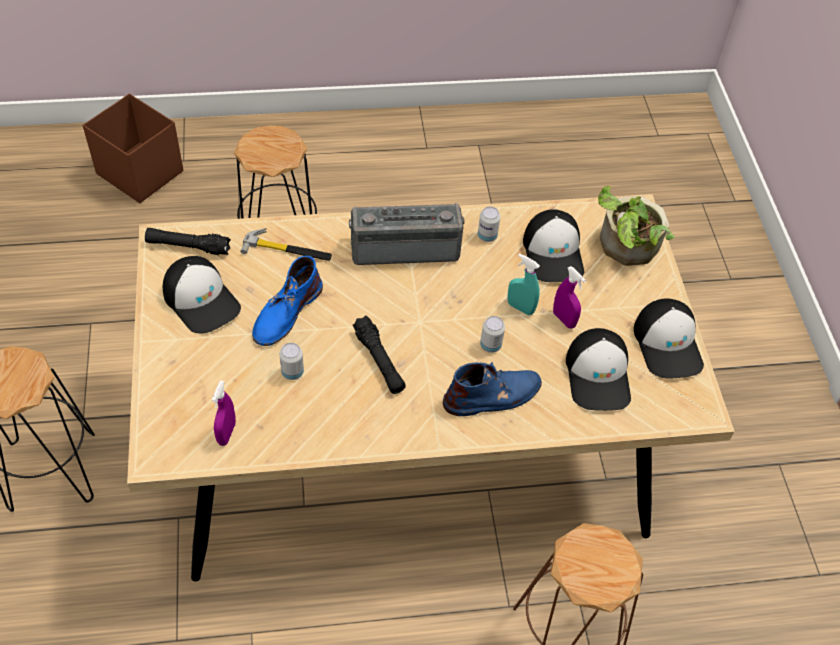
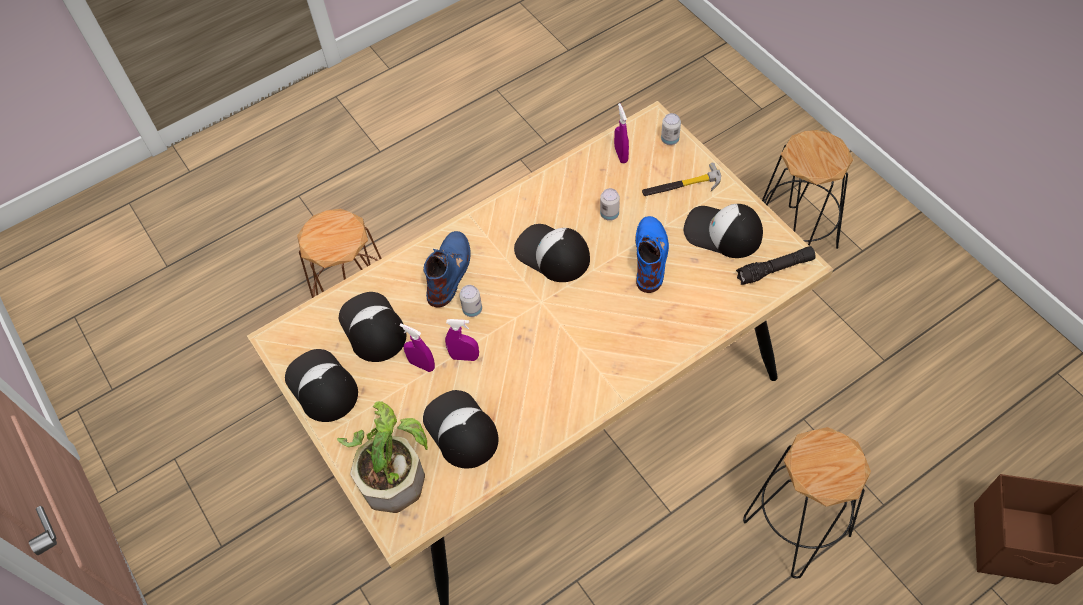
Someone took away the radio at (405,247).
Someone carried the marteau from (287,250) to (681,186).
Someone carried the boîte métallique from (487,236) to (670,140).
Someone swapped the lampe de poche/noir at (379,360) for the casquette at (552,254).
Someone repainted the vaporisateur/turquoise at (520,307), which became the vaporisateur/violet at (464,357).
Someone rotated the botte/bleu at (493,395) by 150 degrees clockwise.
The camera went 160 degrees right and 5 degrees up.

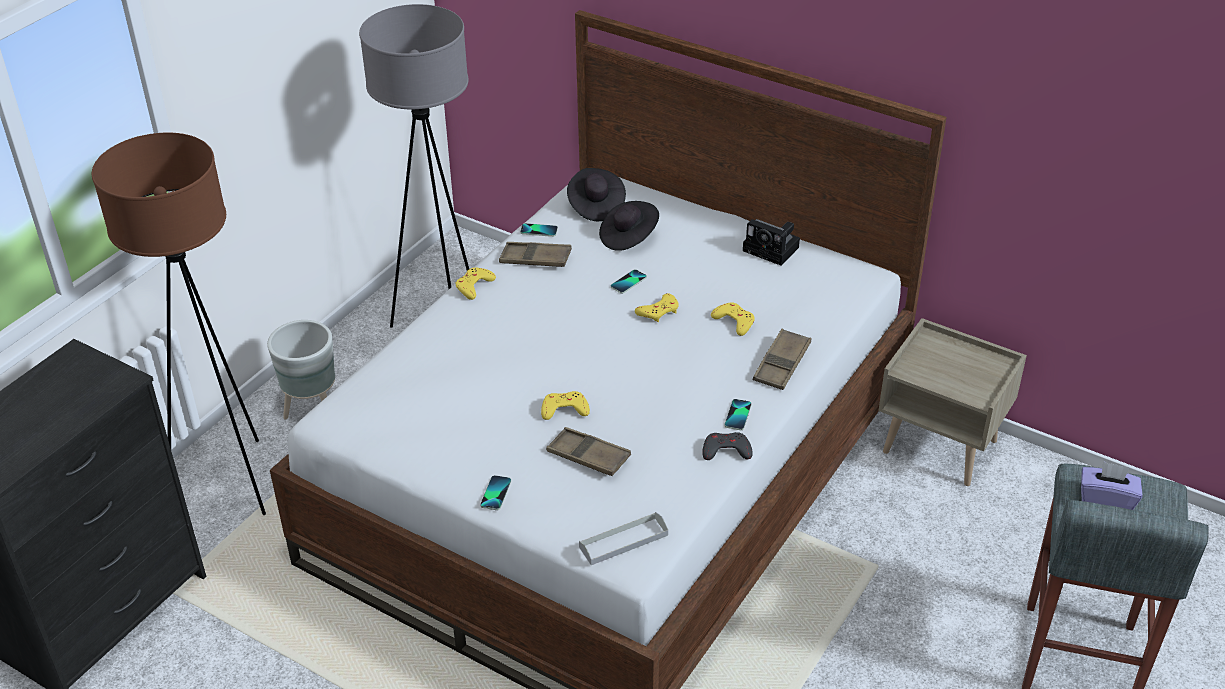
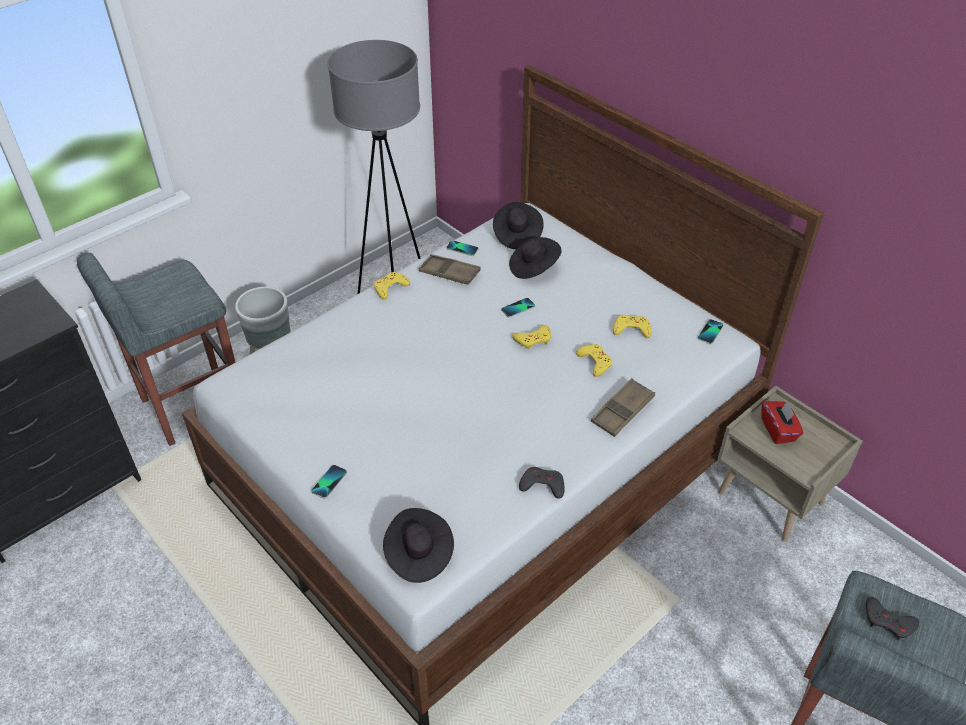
Someone took away the plateau/marron at (588,456).
Someone took away the appareil photo at (773,249).
Someone put down the boîte à mouchoirs/rouge at (778,430).
Someone carried the manette/jaune from (564,409) to (631,329).
Someone carried the téléphone from (738,415) to (710,332).
Someone swapped the lampadaire/marron at (231,482) for the tabouret/gris at (191,405).
Someone swapped the plateau/gris at (623,541) for the chapeau/noir at (418,554).
Someone swapped the boîte à mouchoirs/violet at (1106,500) for the manette/gris at (888,622).
The camera went 15 degrees right and 5 degrees up.

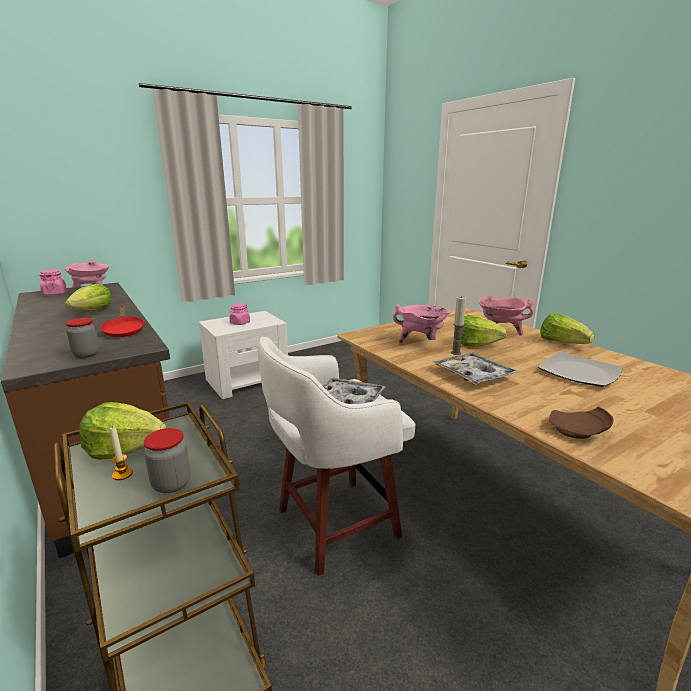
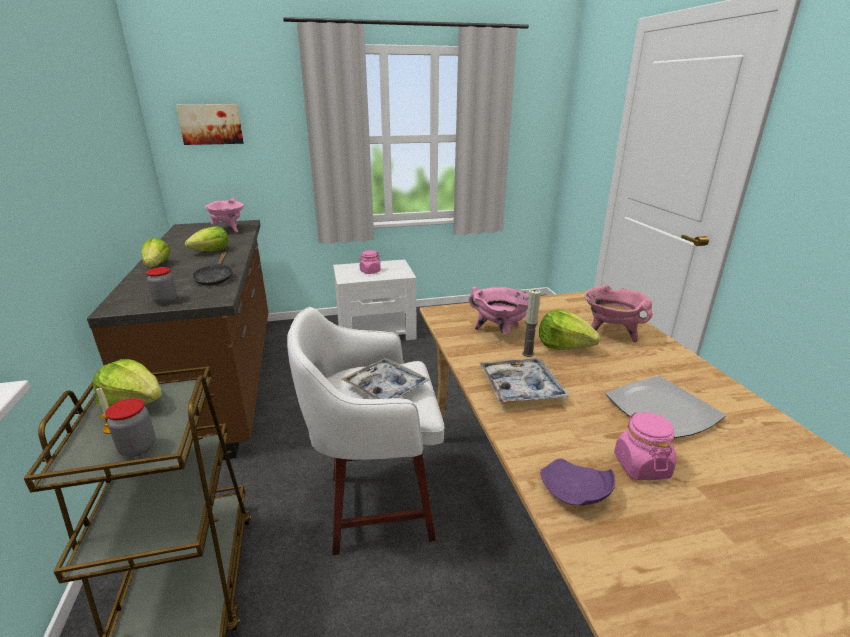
Someone put up the tableau at (211,124).
Someone carried the bocal/rose from (55,293) to (641,466).
Someone carried the laitue from (562,343) to (157,266).
Someone repainted the poêle/rouge at (124,331), which became the poêle/noir at (215,278).
Someone repainted the assiette/marron at (578,432), which became the assiette/violet at (574,494).
The camera went 20 degrees right and 5 degrees up.

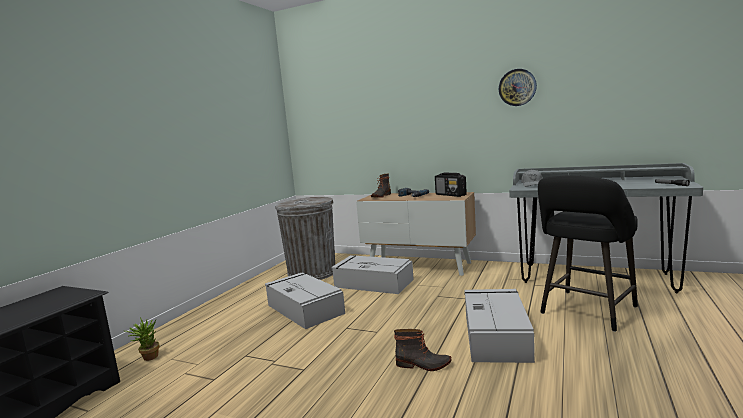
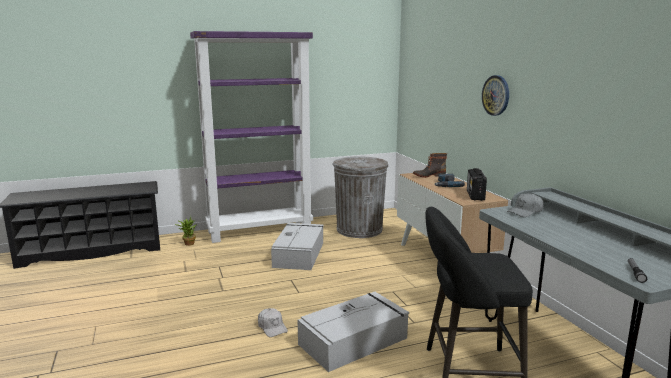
Someone took away the boîte de rangement/gris at (372,283).
Someone put down the bibliothèque/violet at (260,230).
Someone carried the horloge murale from (517,87) to (496,95).
Someone swapped the botte at (423,365) for the casquette/blanc at (272,327).
The camera went 45 degrees right and 5 degrees up.

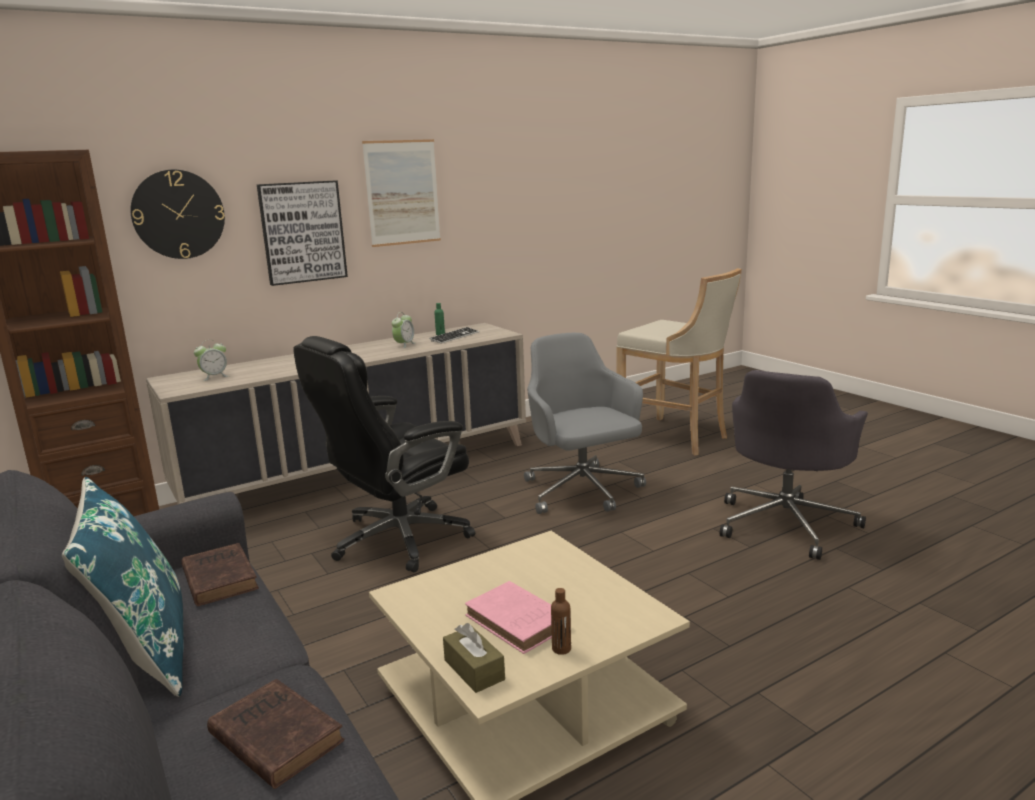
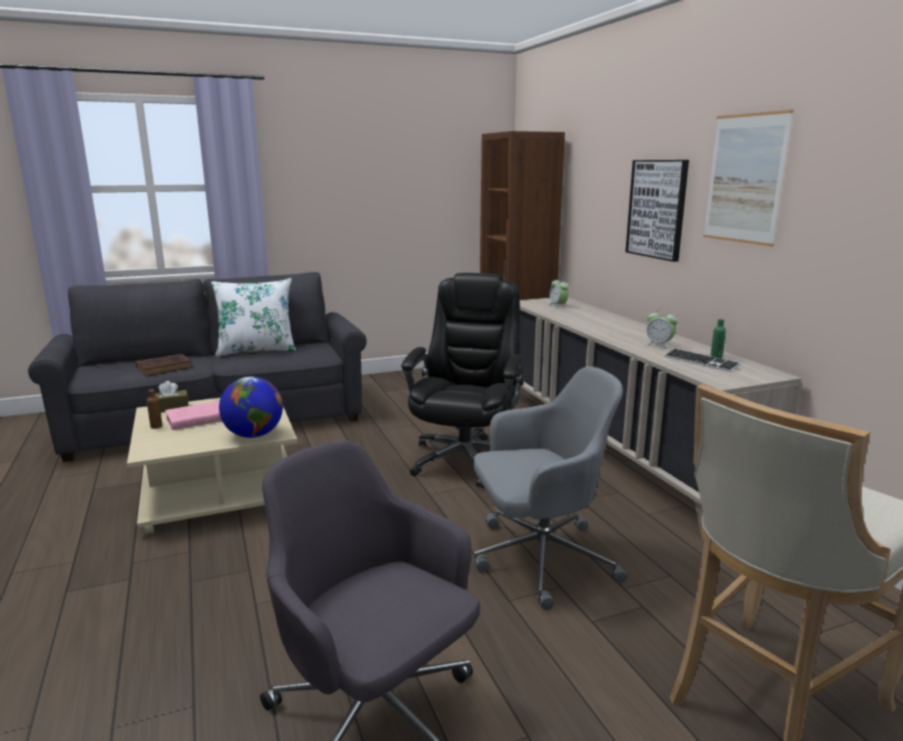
Someone took away the horloge murale at (178,214).
Someone took away the livre/marron at (219,578).
Someone put down the globe at (254,435).
Someone repainted the coussin/bleu at (145,652), which became the coussin/blanc at (257,350).
Someone rotated the chaise de bureau/noir at (398,539) by 45 degrees clockwise.
The camera went 100 degrees right and 0 degrees up.

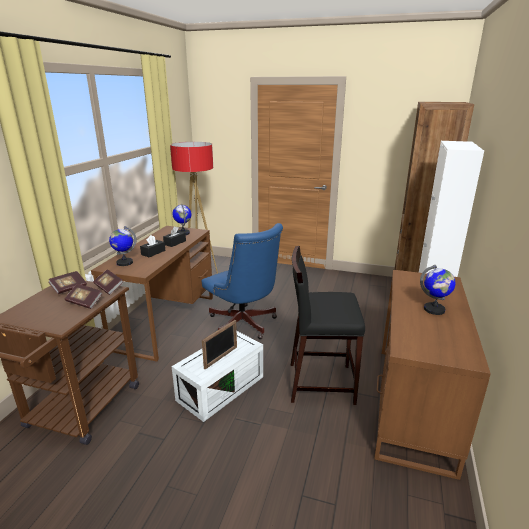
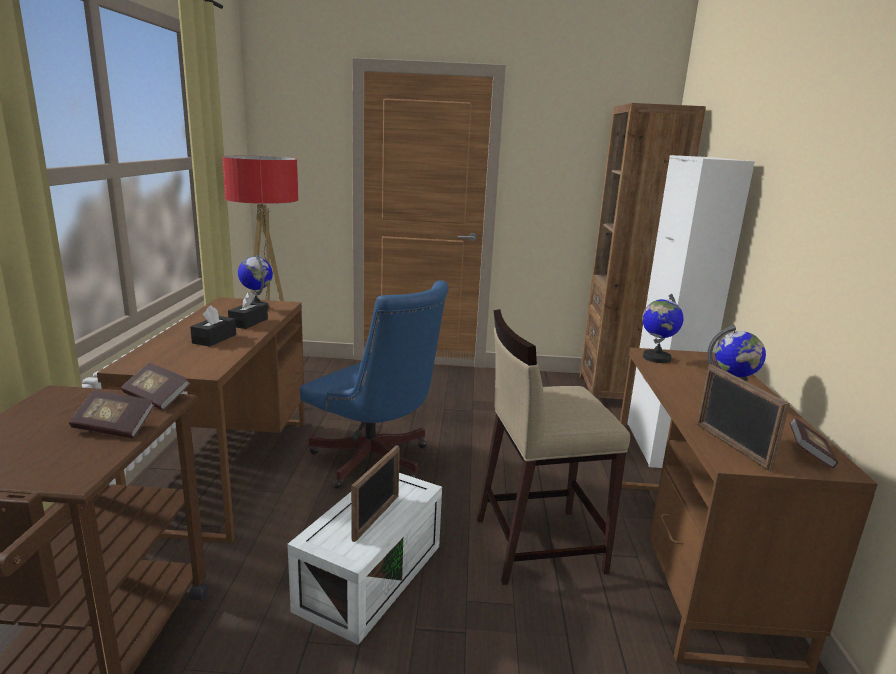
Someone put down the cadre photo at (731,446).
Someone carried the livre from (69,288) to (809,454).
Someone carried the globe from (124,263) to (656,358).
Someone repainted the tabouret/noir at (320,382), which became the tabouret/beige at (537,544).
The camera went 15 degrees left and 5 degrees down.

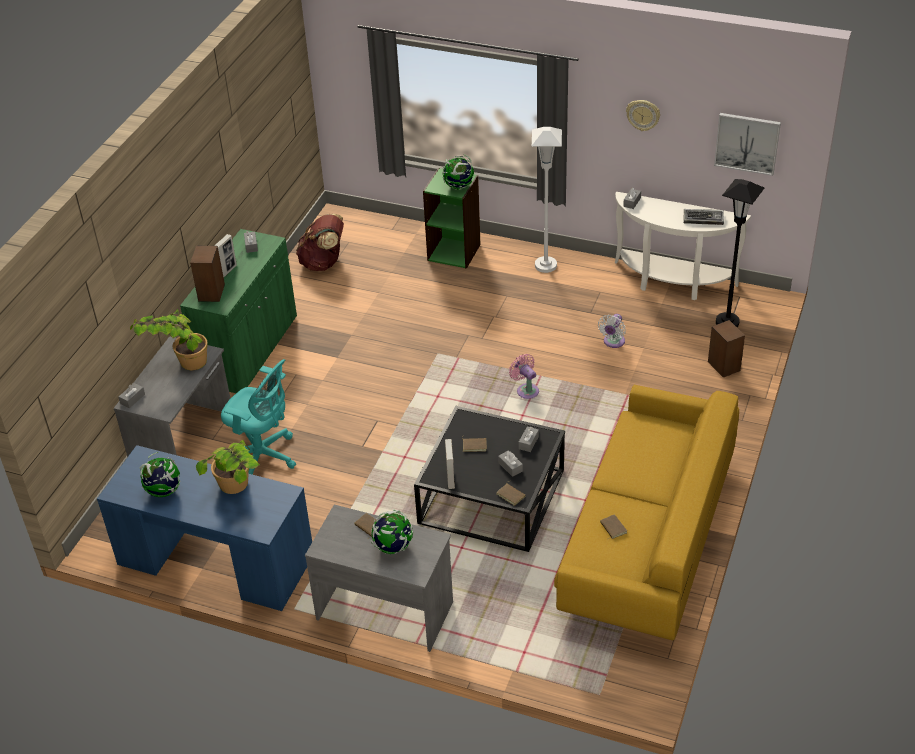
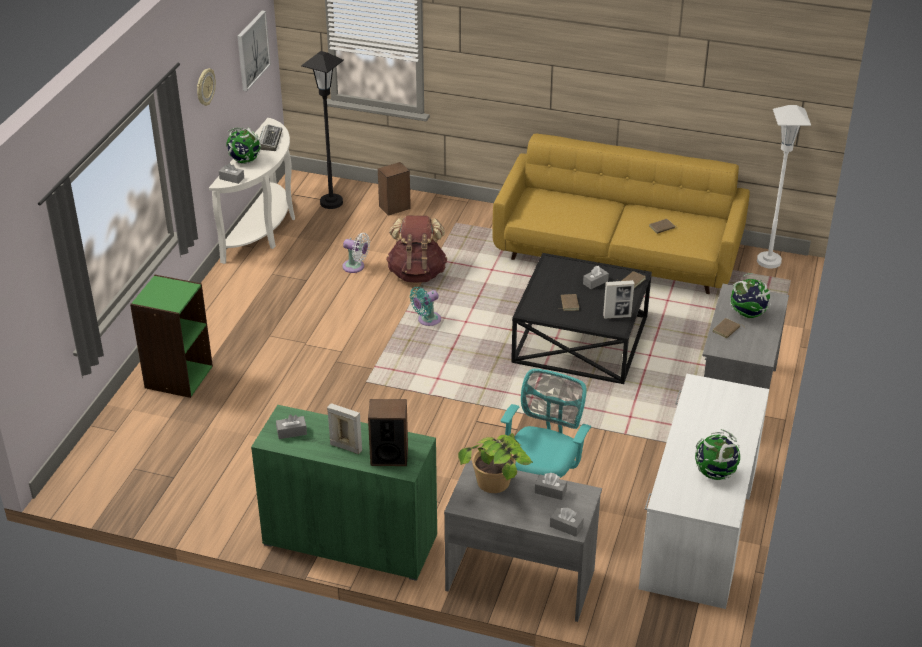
Someone took away the plante en pot at (237,494).
Someone carried the sac à dos/marron from (323,263) to (417,273).
Someone carried the globe from (459,186) to (244,161).
Someone carried the boîte à mouchoirs/gris from (528,442) to (550,491).
Someone carried the lampadaire/blanc from (545,265) to (769,261).
Someone repainted the bureau/bleu at (215,558), which became the bureau/blanc at (698,526).
Someone repainted the ventilateur/rose at (526,390), which became the ventilateur/turquoise at (427,320).
The camera went 95 degrees left and 5 degrees down.

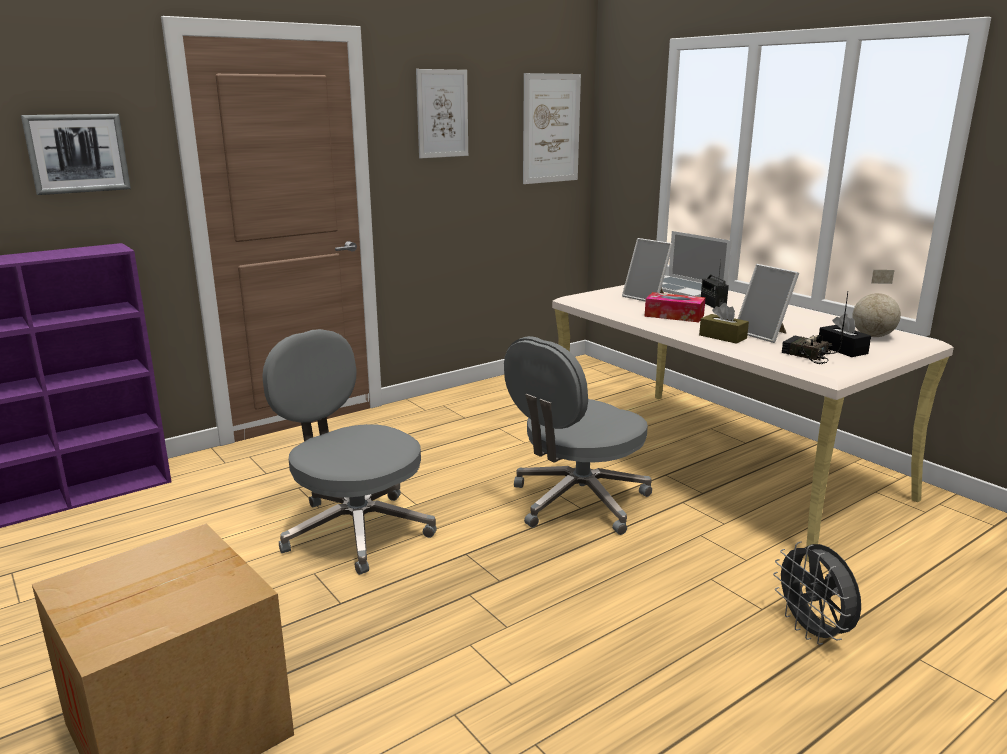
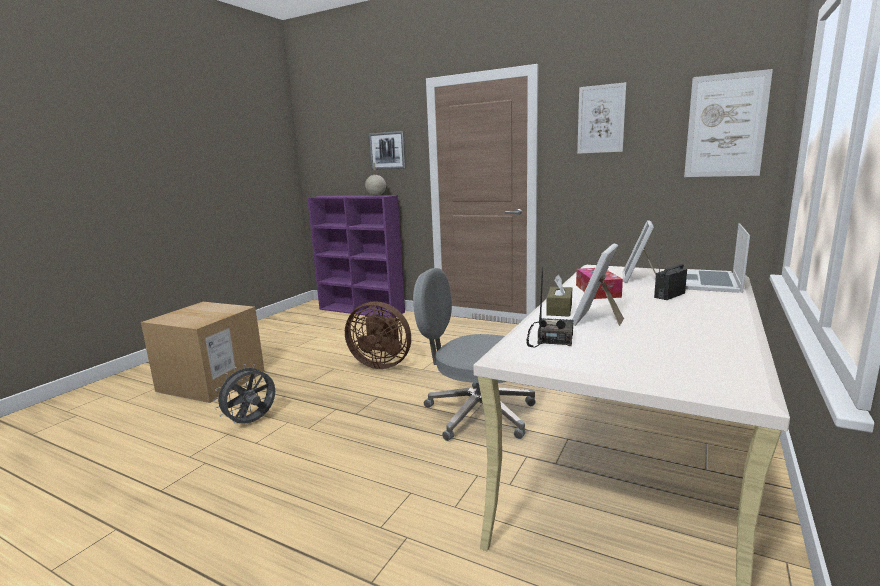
Someone took away the boîte à mouchoirs/noir at (842,349).
Someone carried the ventilateur/gris from (813,632) to (251,422).
Someone carried the globe from (873,336) to (376,196).
Someone swapped the chaise de bureau/gris at (355,529) for the ventilateur/marron at (381,364).
The camera went 65 degrees right and 5 degrees down.

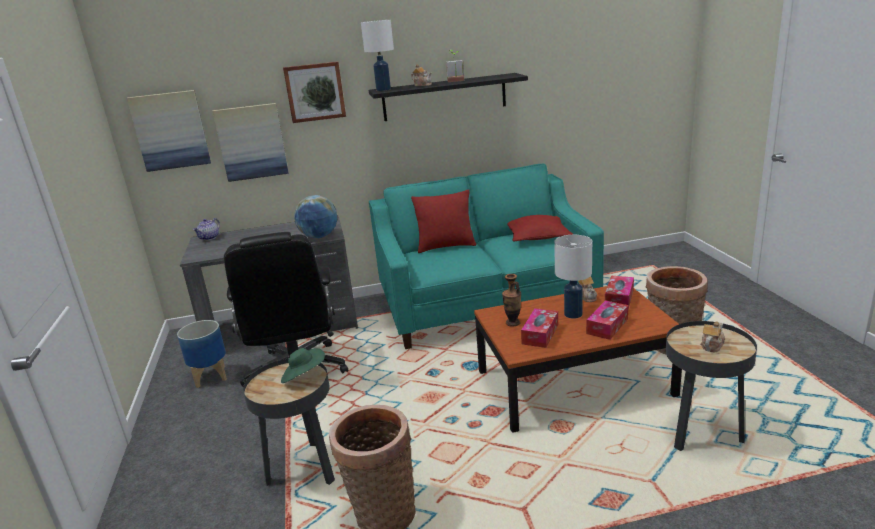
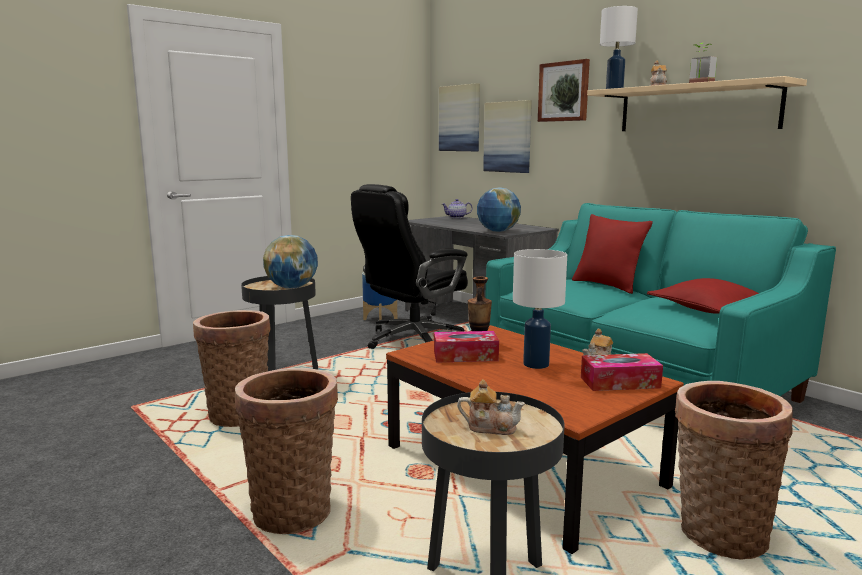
Someone took away the boîte à mouchoirs at (607,326).
Someone put down the panier at (293,510).
Someone swapped the chapeau/vert at (304,376) for the globe at (292,287).
Someone repainted the étagère/noir at (444,97), which became the étagère/beige at (696,108).
The camera went 60 degrees right and 10 degrees down.

